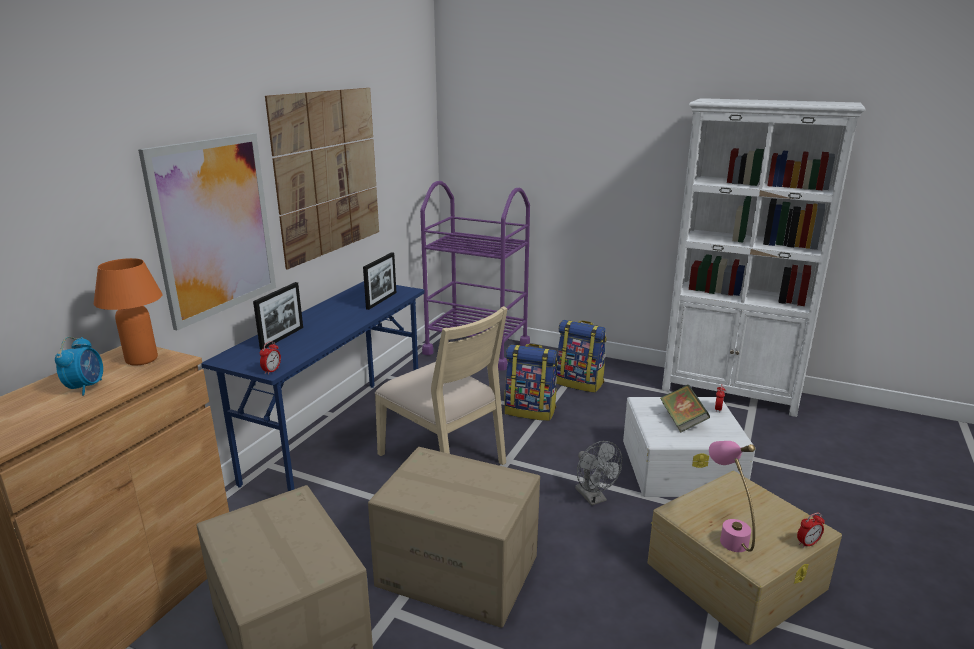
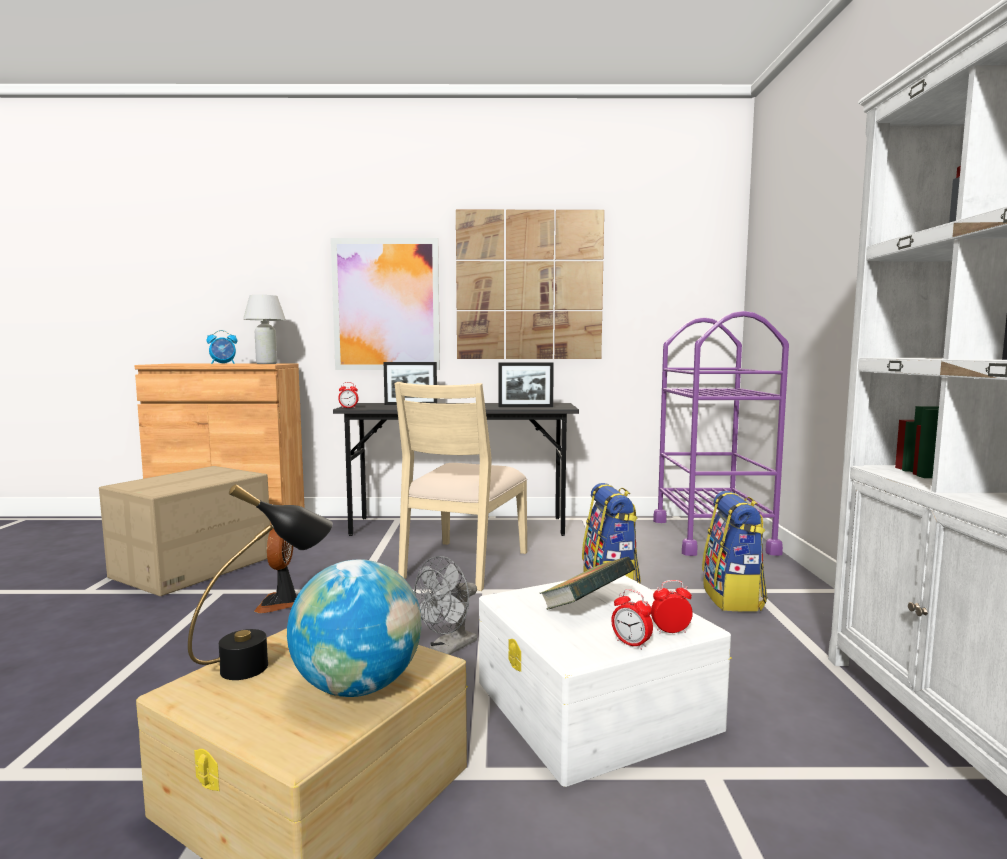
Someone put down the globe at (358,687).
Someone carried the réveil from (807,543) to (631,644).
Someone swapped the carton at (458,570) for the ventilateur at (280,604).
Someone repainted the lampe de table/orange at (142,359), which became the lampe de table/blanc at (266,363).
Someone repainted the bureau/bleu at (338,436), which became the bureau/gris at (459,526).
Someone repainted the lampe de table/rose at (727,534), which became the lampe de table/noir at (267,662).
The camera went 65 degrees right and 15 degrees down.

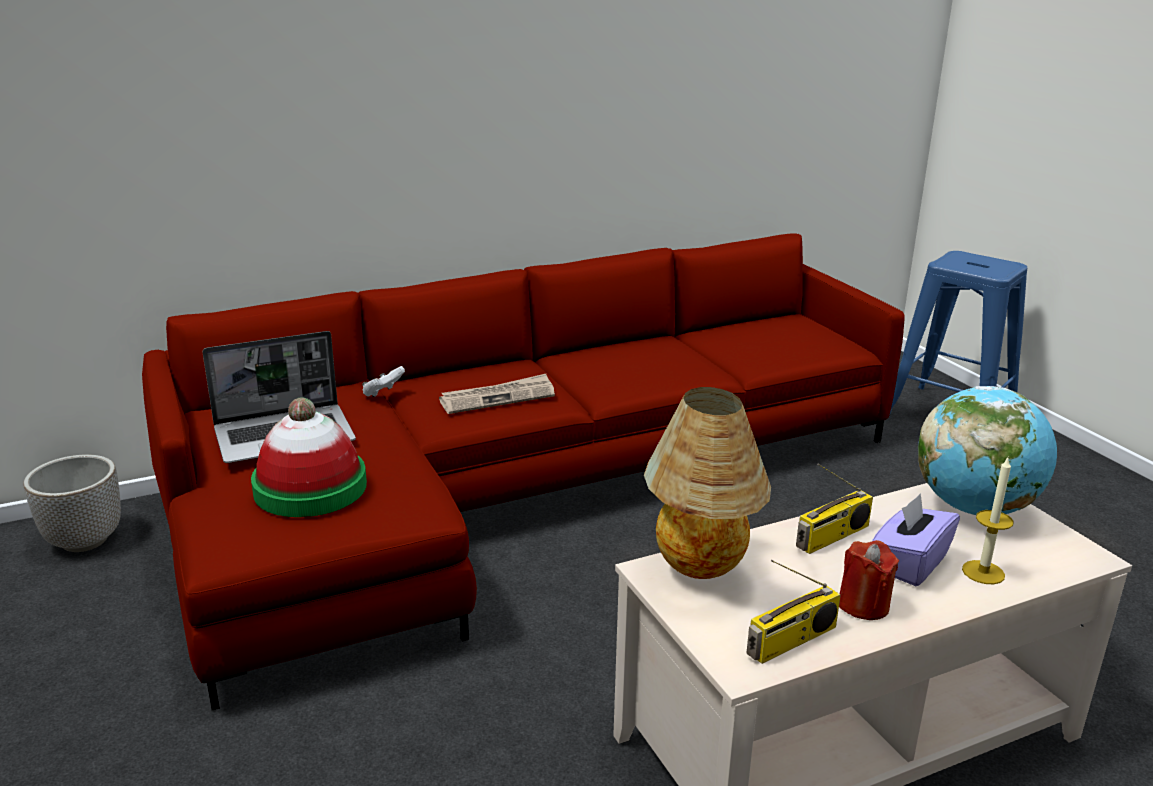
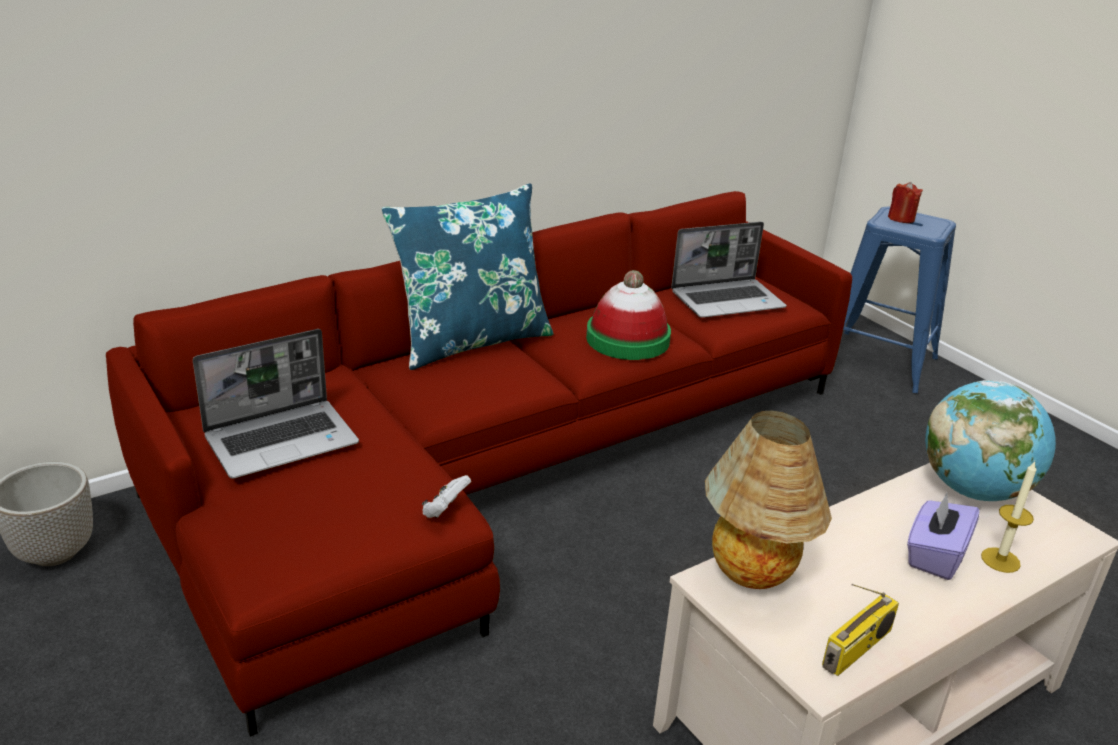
Someone took away the journal at (498,397).
Someone took away the radio at (832,537).
Someone put down the coussin/bleu at (471,340).
Someone put down the ordinateur portable at (728,300).
Someone carried the chapeau from (310,488) to (627,339).
Someone carried the manette/blanc from (383,393) to (445,510).
Someone carried the bougie/rouge from (863,605) to (901,218).
The camera went 10 degrees left and 5 degrees up.

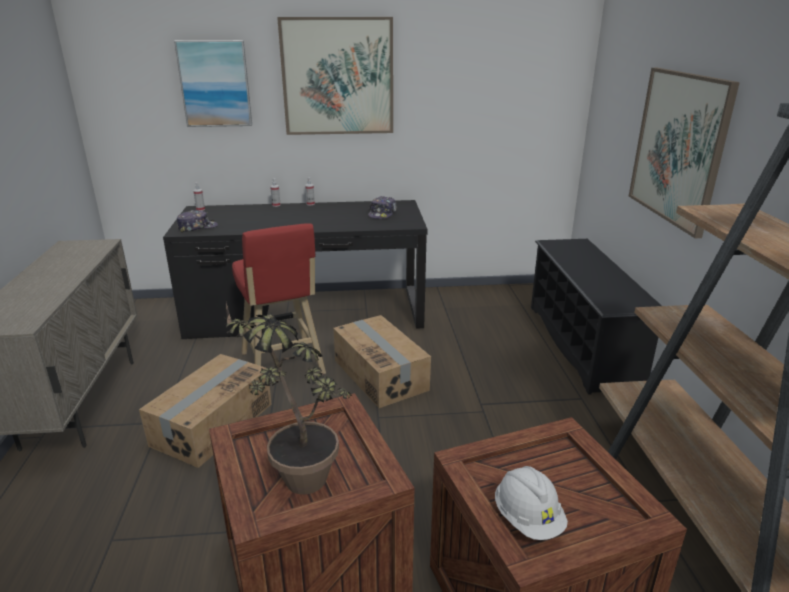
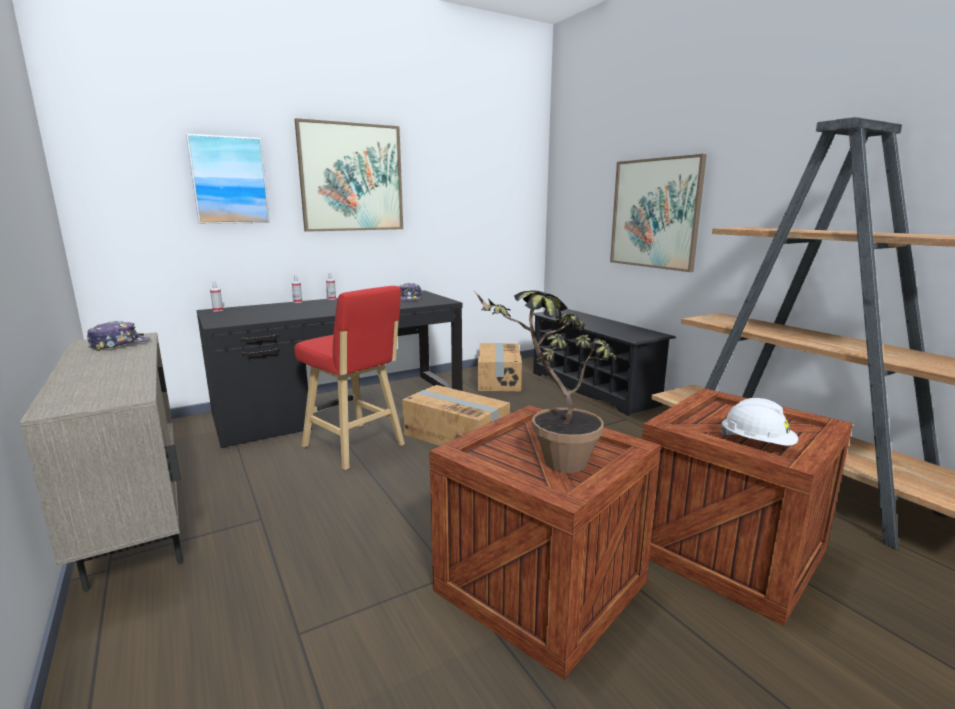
Someone carried the carton from (212,424) to (498,379).
Someone carried the casquette from (197,227) to (120,344).
The camera went 25 degrees left and 10 degrees down.

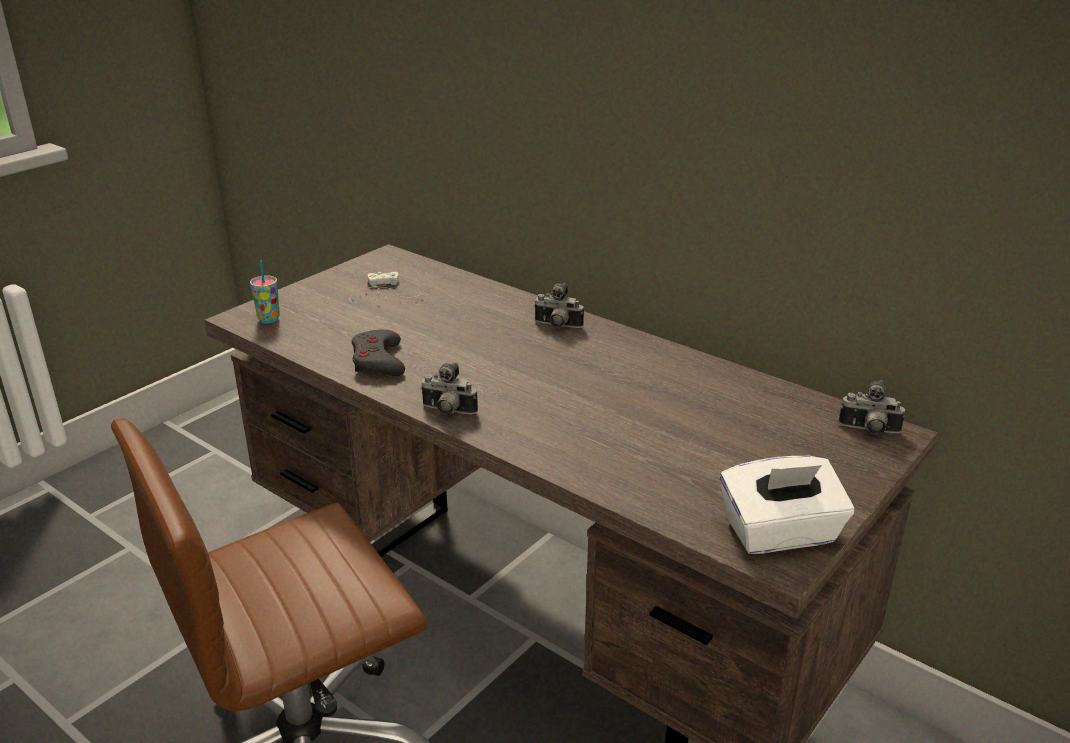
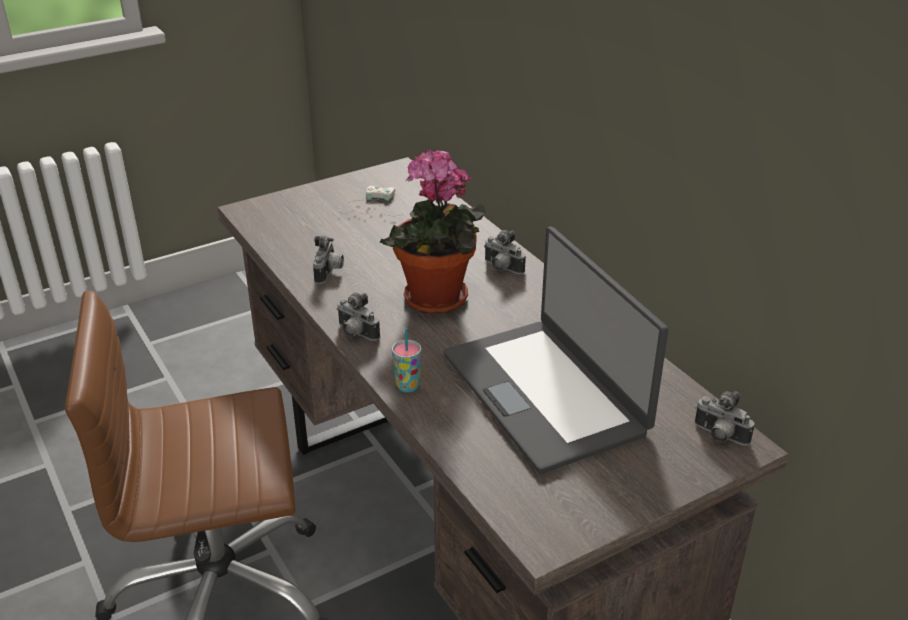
Someone took away the boîte à mouchoirs/blanc at (780,534).
Someone put down the plante en pot at (435,302).
Someone put down the ordinateur portable at (546,392).
Someone carried the tasse from (269,319) to (407,386).
Someone swapped the manette/gris at (378,360) for the appareil photo at (329,273).
The camera went 20 degrees right and 5 degrees up.

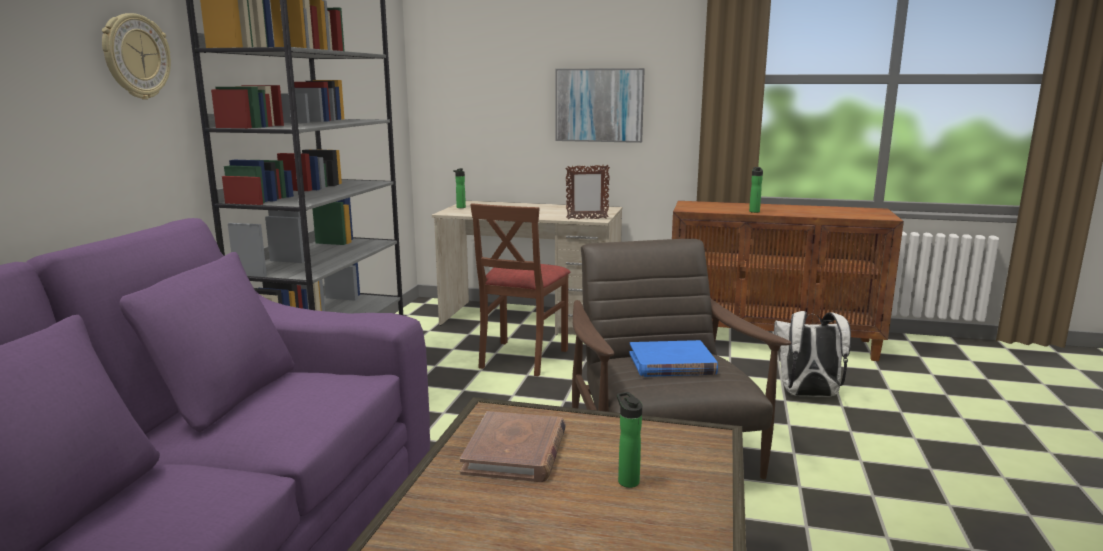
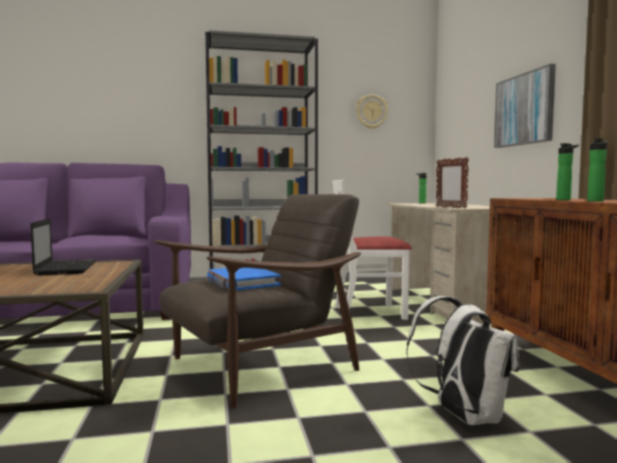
Someone carried the horloge murale from (136,57) to (371,112).
Someone carried the bouteille from (627,480) to (596,201).
Someone swapped the livre/marron at (516,451) for the ordinateur portable at (66,268).
Someone repainted the chaise/marron at (522,358), which became the chaise/blanc at (369,312).
The camera went 65 degrees right and 10 degrees down.

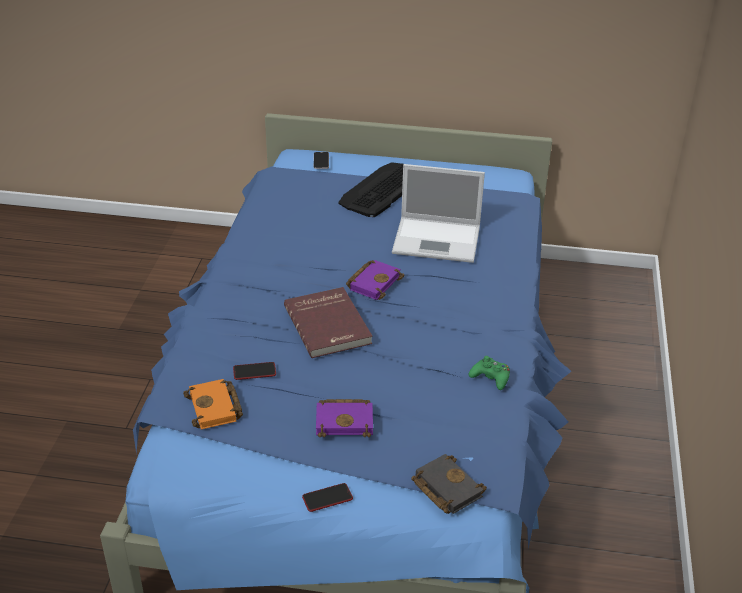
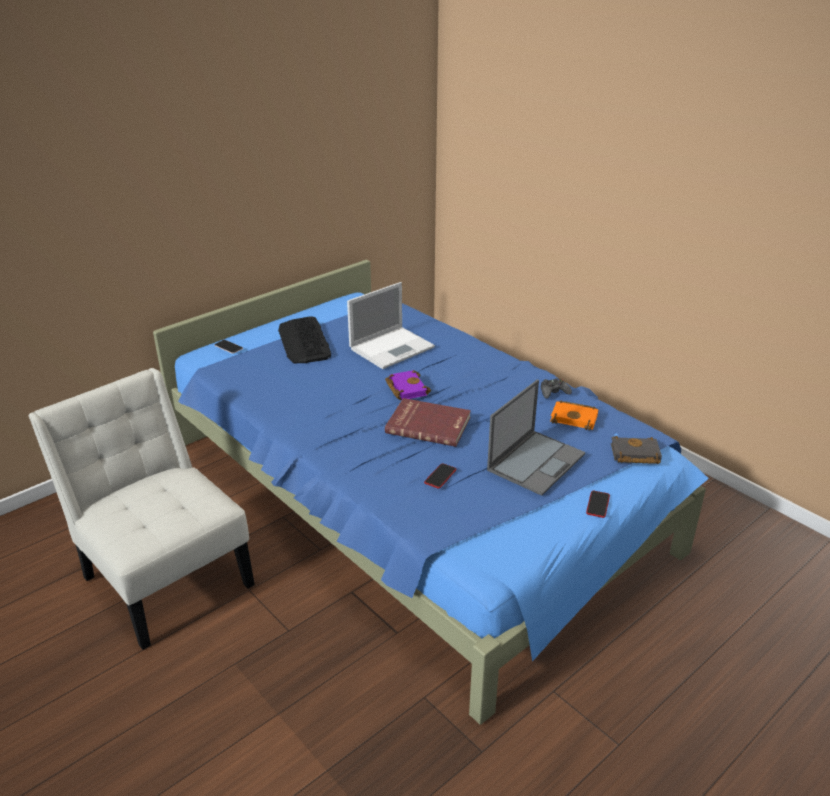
Someone put down the chaise/blanc at (164,575).
Someone carried the livre/orange from (216,408) to (575,418).
Someone swapped the livre/violet at (346,421) for the ordinateur portable at (536,461).
Someone repainted the manette/vert at (491,377), which became the manette/noir at (554,392).
The camera went 50 degrees left and 5 degrees down.

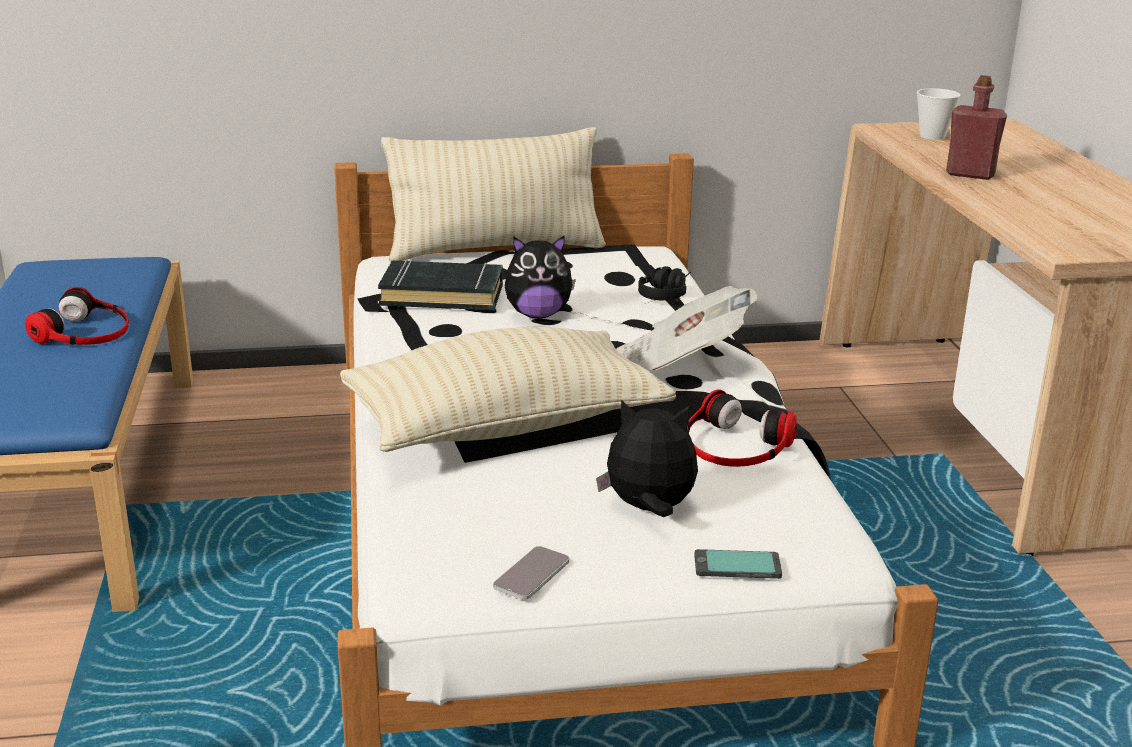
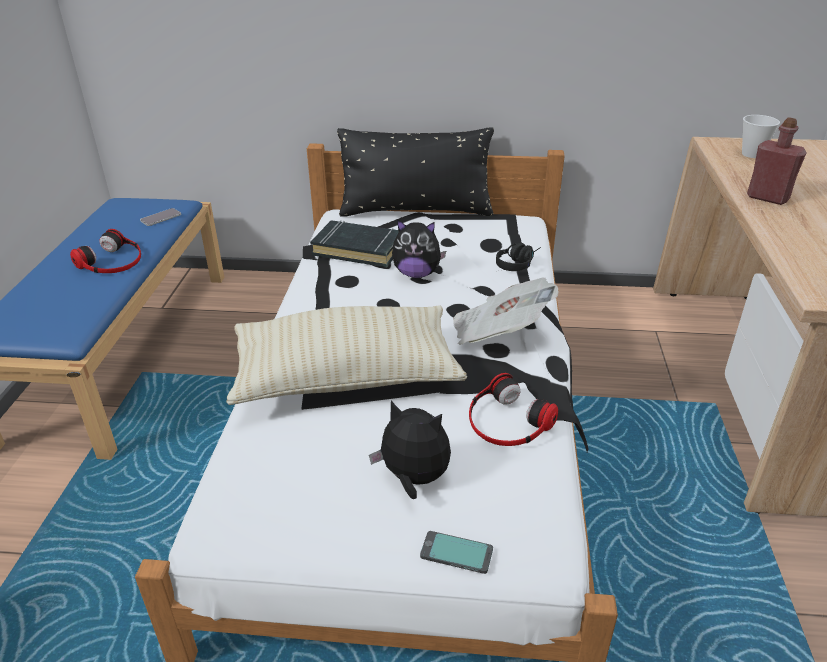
Someone carried the téléphone from (531,574) to (161,218).
Someone repainted the coussin/beige at (496,250), which became the coussin/noir at (416,211).
The camera went 15 degrees right and 10 degrees up.

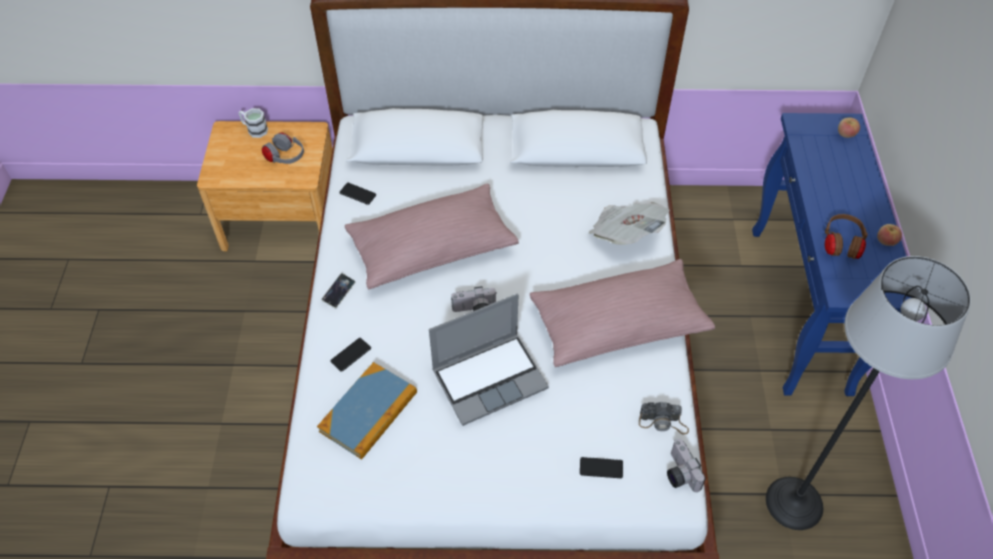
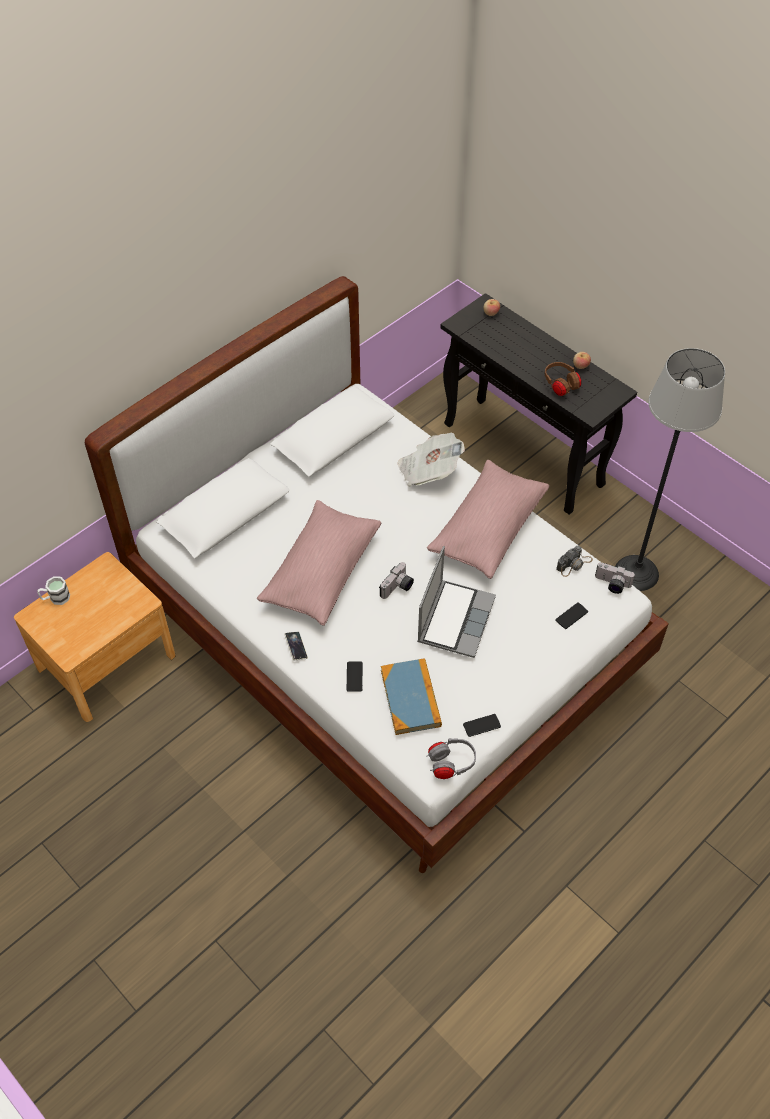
Someone carried the casque audio/gris from (285,158) to (451,764).
Someone carried the téléphone from (358,194) to (481,725).
Someone repainted the table console/bleu at (800,310), which became the table console/noir at (524,455).
The camera went 45 degrees left and 0 degrees up.

